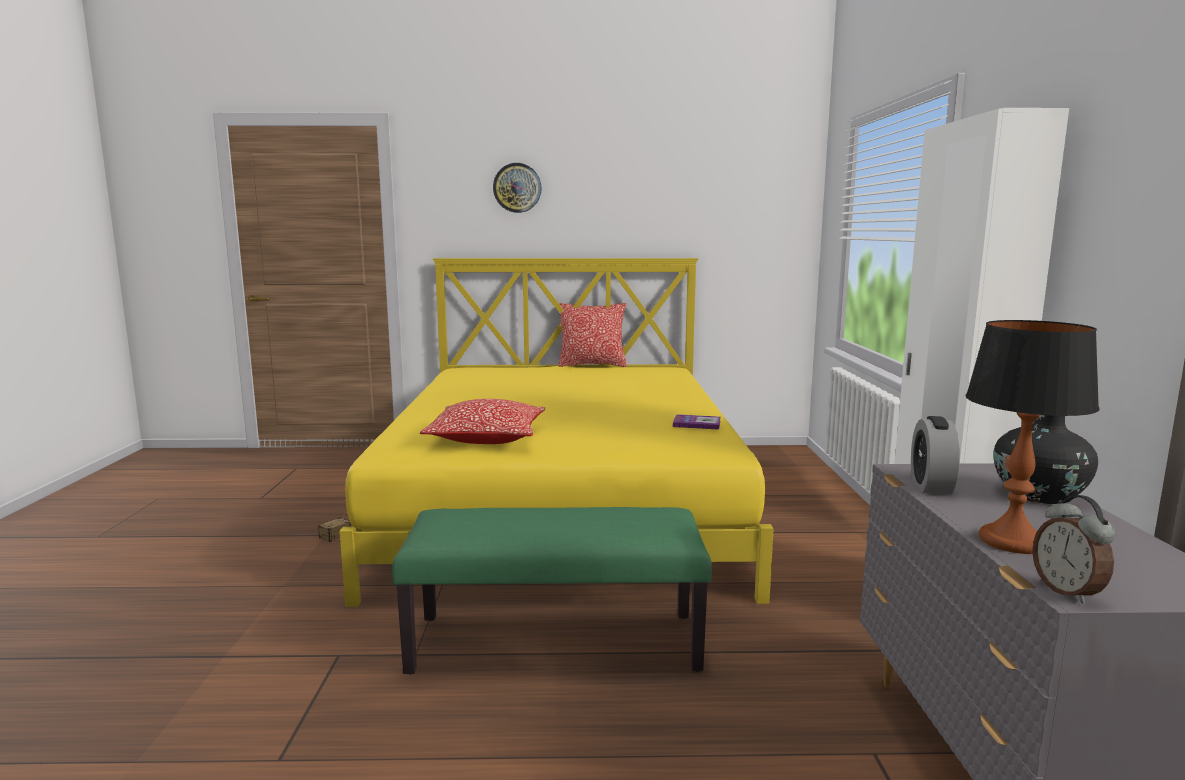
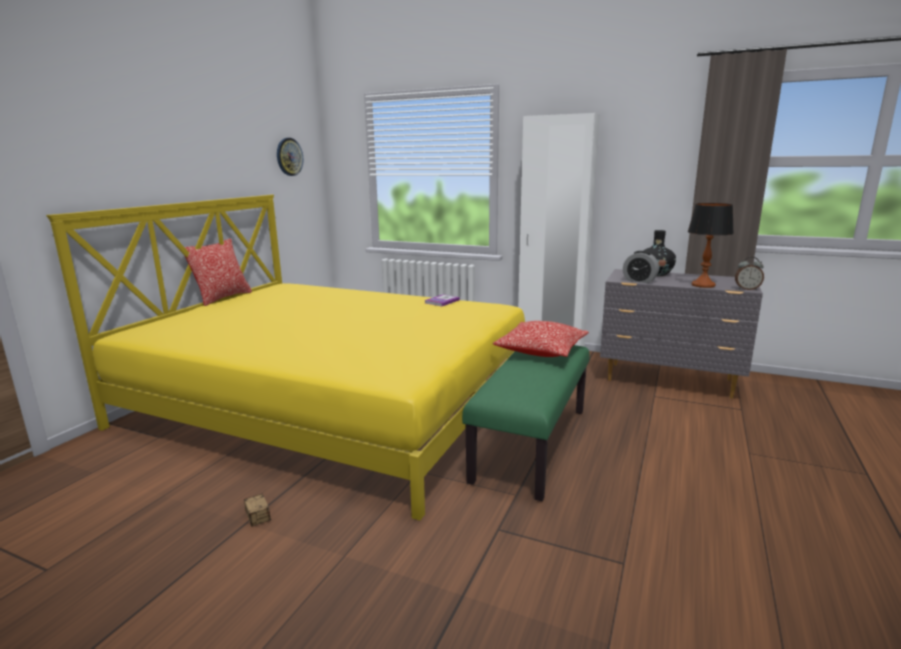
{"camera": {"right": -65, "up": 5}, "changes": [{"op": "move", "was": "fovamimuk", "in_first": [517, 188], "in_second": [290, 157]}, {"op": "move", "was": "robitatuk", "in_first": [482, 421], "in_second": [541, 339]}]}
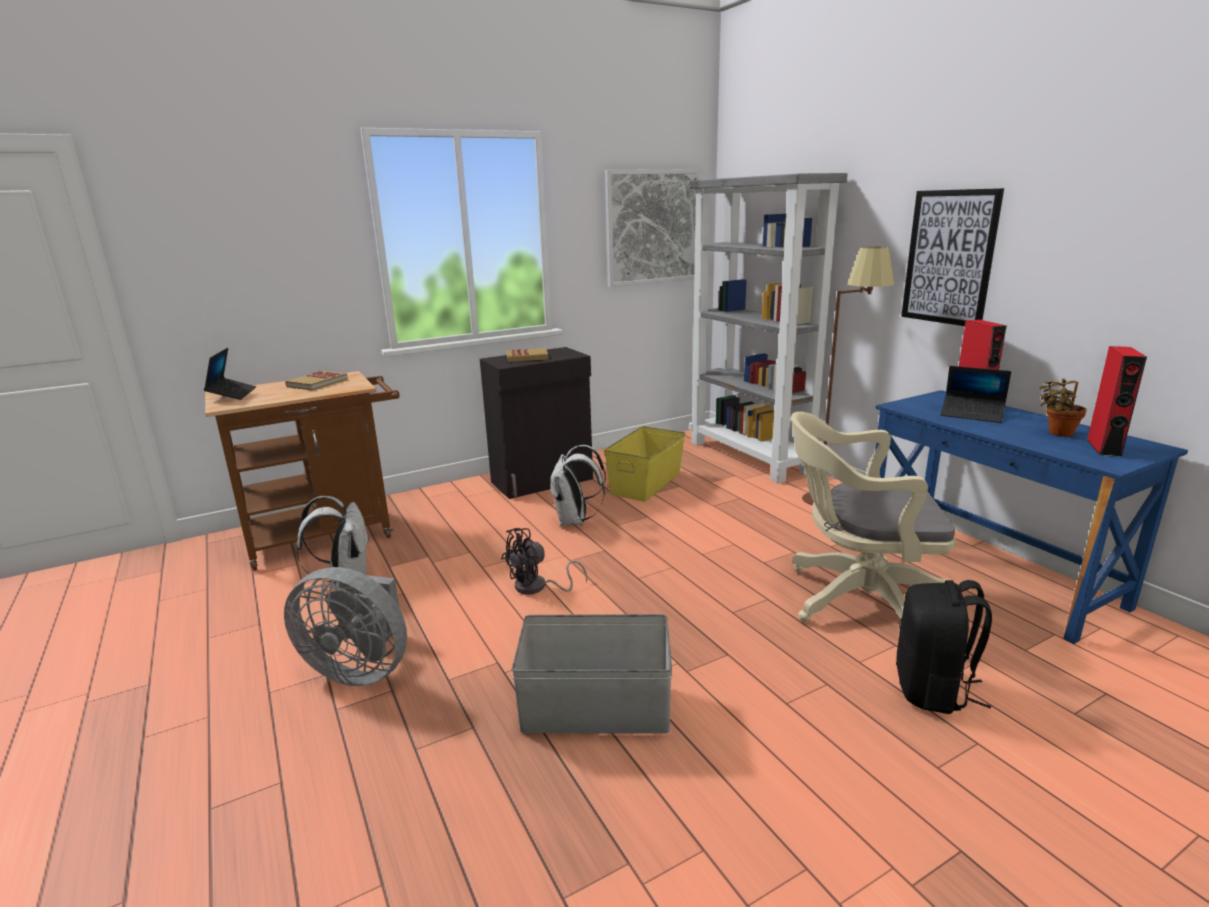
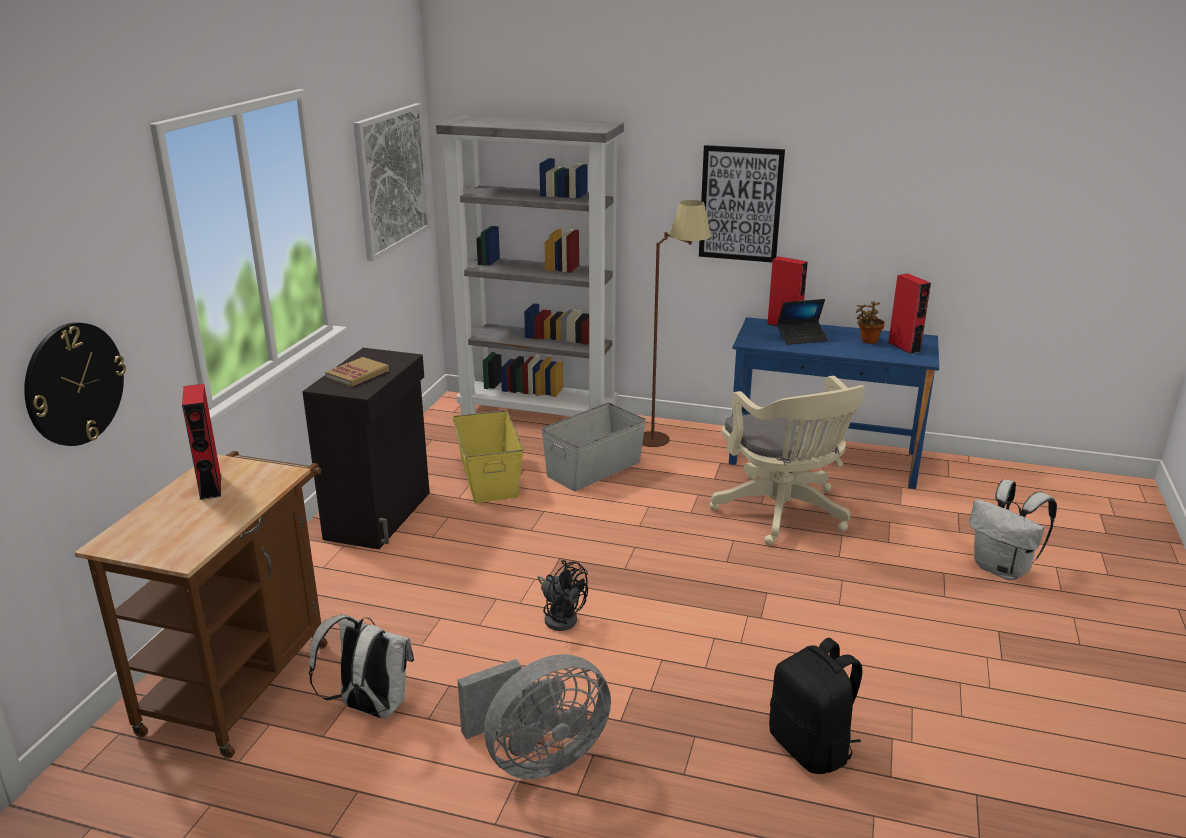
{"camera": {"right": -45, "up": 5}, "changes": [{"op": "insert", "now": "fovamimuk", "in_second": [75, 384]}, {"op": "replace", "was": "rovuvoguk", "now": "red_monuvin", "in_first": [316, 380], "in_second": [201, 442]}, {"op": "rotate", "was": "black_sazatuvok", "in_first": [544, 561], "in_second": [562, 595], "clockwise": -60}, {"op": "move", "was": "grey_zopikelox", "in_first": [592, 673], "in_second": [594, 447]}, {"op": "rotate", "was": "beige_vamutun", "in_first": [874, 517], "in_second": [787, 460], "clockwise": -75}, {"op": "move", "was": "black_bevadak", "in_first": [944, 647], "in_second": [816, 706]}, {"op": "move", "was": "white_bevadak", "in_first": [577, 485], "in_second": [1013, 530]}, {"op": "delete", "was": "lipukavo", "in_first": [230, 374]}]}
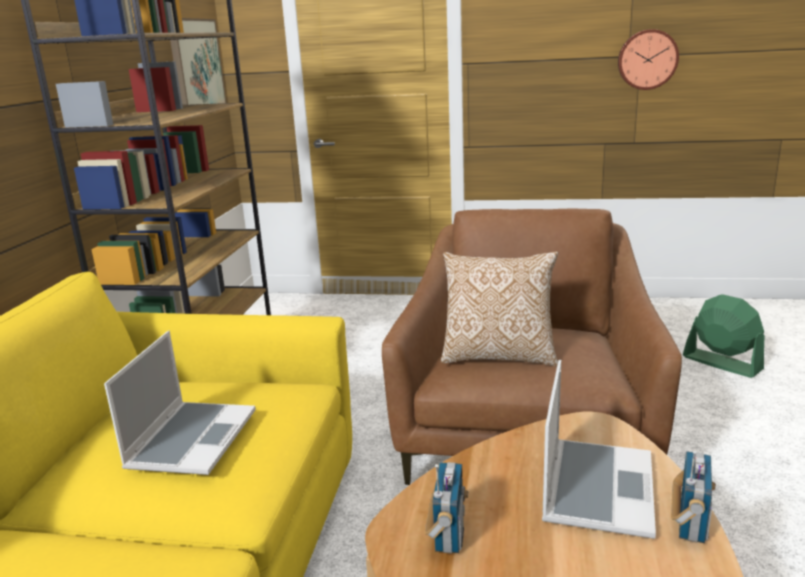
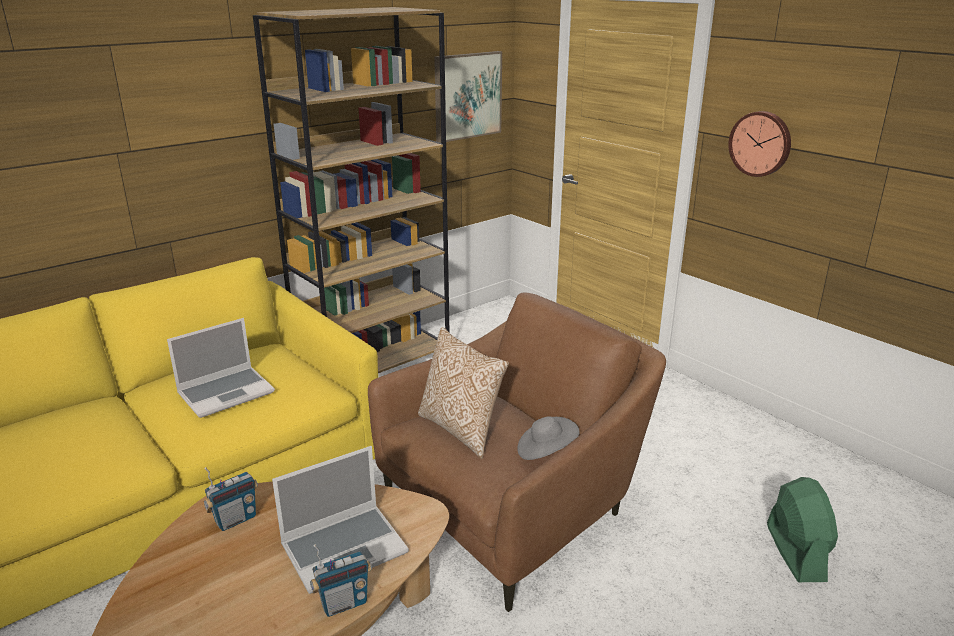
{"camera": {"right": 40, "up": 5}, "changes": [{"op": "insert", "now": "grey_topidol", "in_second": [548, 438]}, {"op": "move", "was": "fovamimuk", "in_first": [648, 59], "in_second": [759, 144]}]}
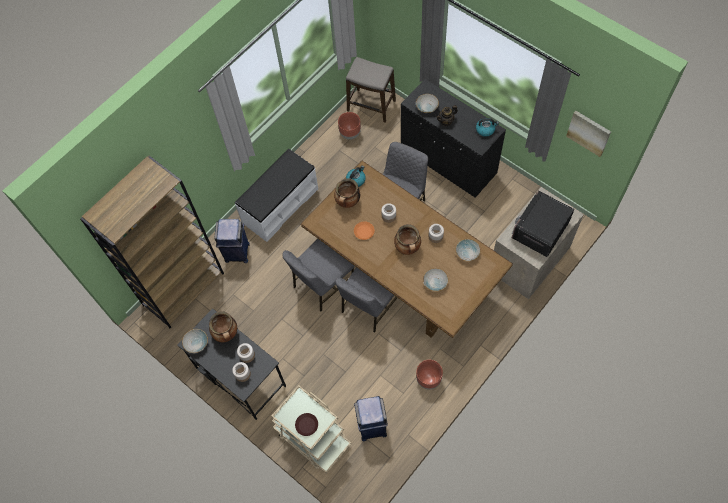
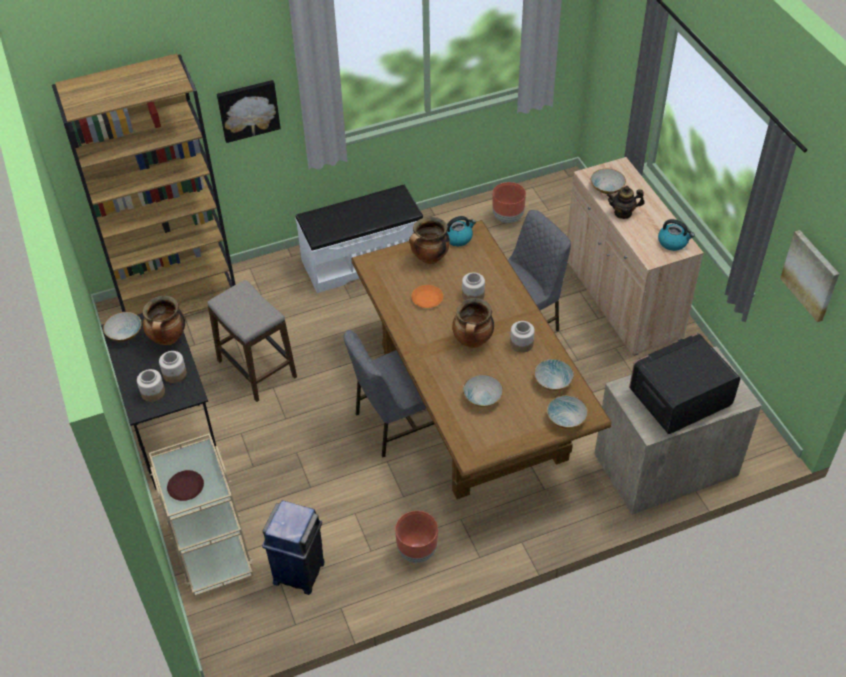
{"camera": {"right": 25, "up": -15}, "changes": [{"op": "move", "was": "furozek", "in_first": [371, 90], "in_second": [252, 341]}, {"op": "insert", "now": "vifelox", "in_second": [249, 111]}, {"op": "insert", "now": "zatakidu", "in_second": [567, 412]}, {"op": "recolor", "was": "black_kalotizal", "now": "beige_kalotizal", "in_first": [453, 138], "in_second": [635, 256]}, {"op": "delete", "was": "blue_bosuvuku", "in_first": [231, 241]}, {"op": "delete", "was": "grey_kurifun", "in_first": [318, 275]}]}
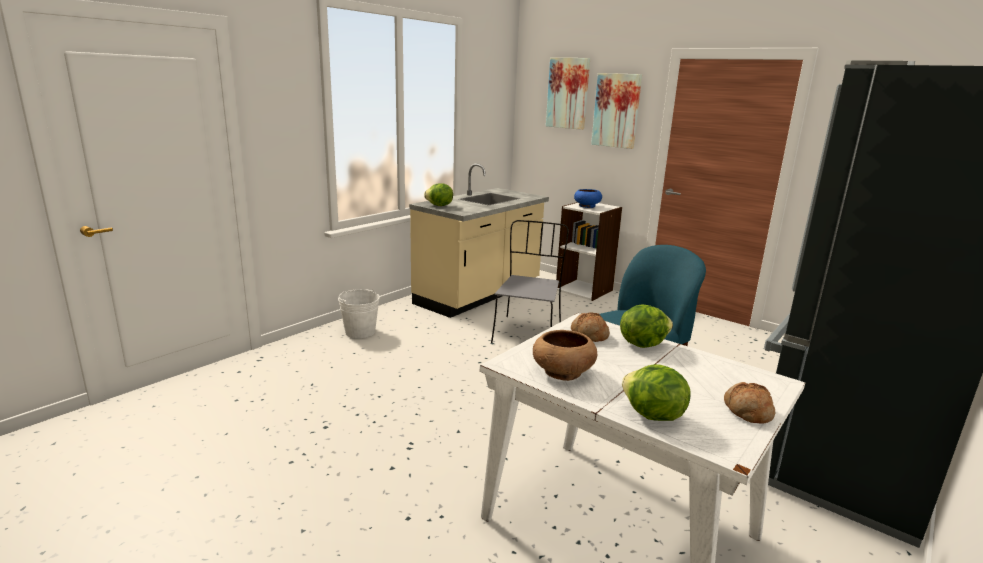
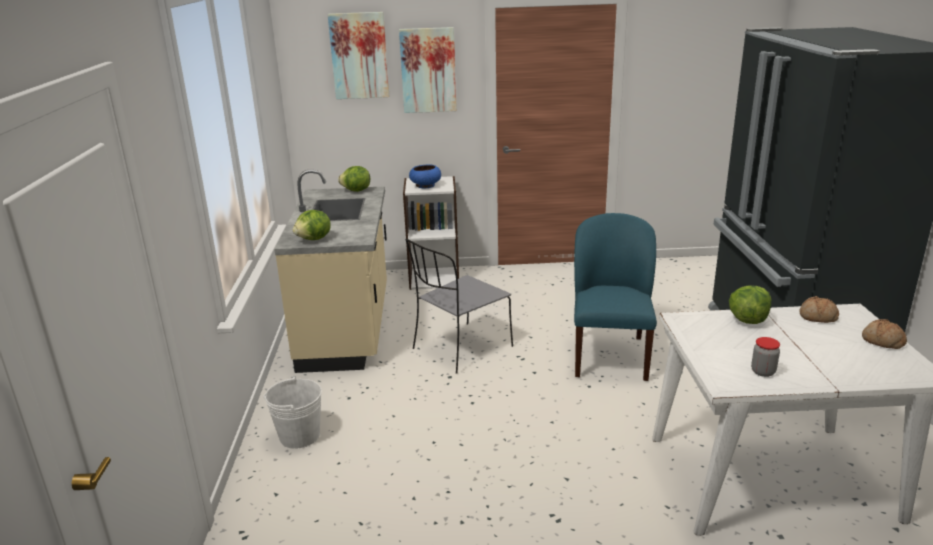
{"camera": {"right": -40, "up": 5}, "changes": [{"op": "move", "was": "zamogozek", "in_first": [656, 392], "in_second": [354, 179]}, {"op": "rotate", "was": "grey_kurifun", "in_first": [530, 281], "in_second": [459, 306], "clockwise": -105}, {"op": "replace", "was": "brown_zatakidu", "now": "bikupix", "in_first": [565, 355], "in_second": [765, 357]}, {"op": "move", "was": "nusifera", "in_first": [590, 327], "in_second": [819, 309]}]}
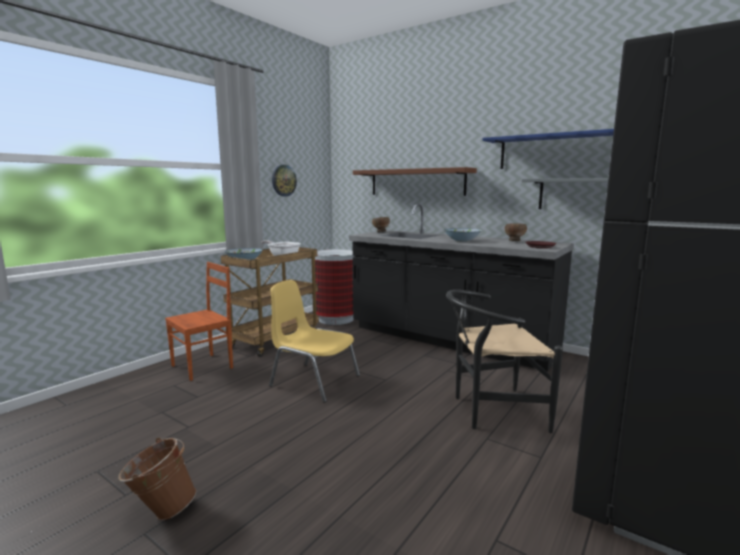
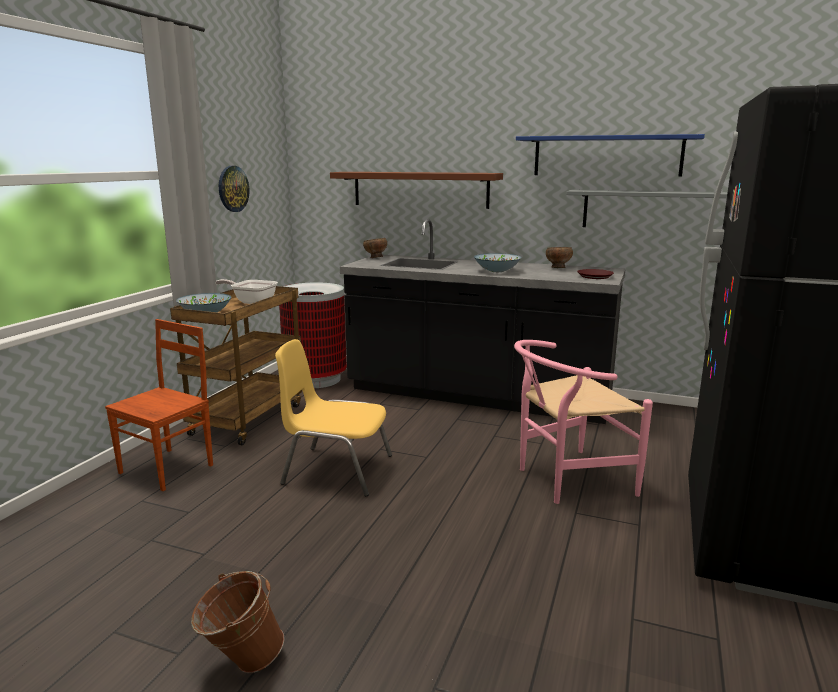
{"camera": {"right": -15, "up": 5}, "changes": [{"op": "recolor", "was": "black_kurifun", "now": "pink_kurifun", "in_first": [504, 361], "in_second": [583, 422]}]}
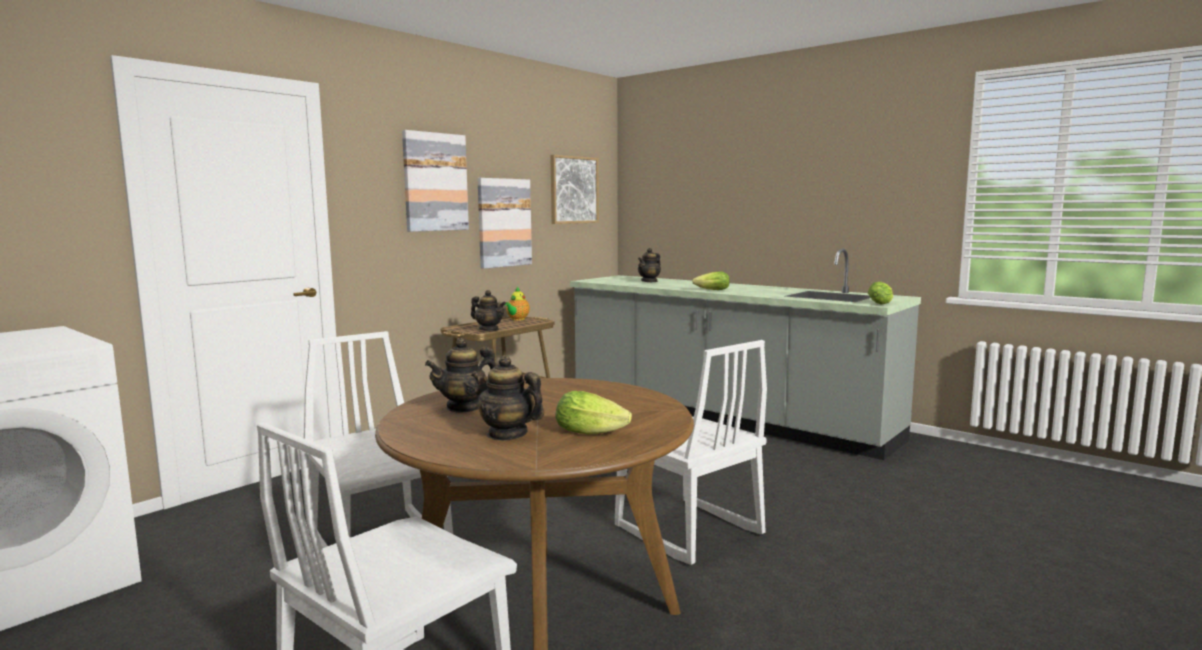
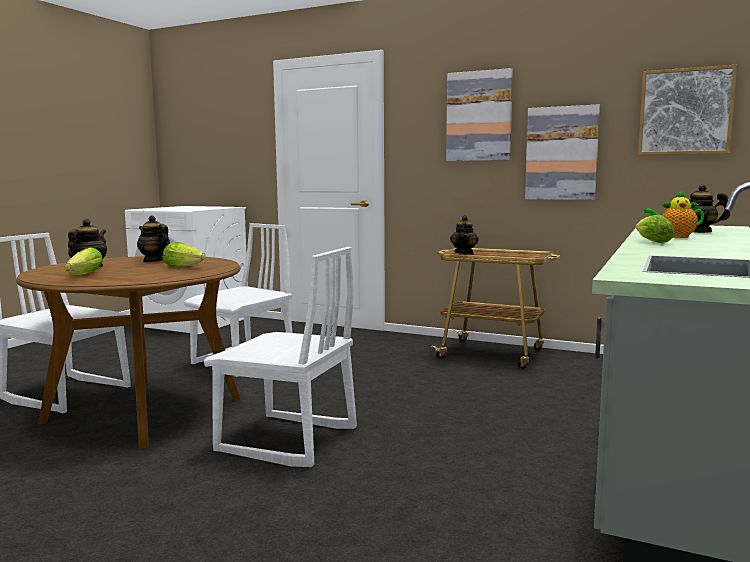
{"camera": {"right": 75, "up": 0}, "changes": [{"op": "move", "was": "zamogozek", "in_first": [880, 293], "in_second": [183, 254]}, {"op": "rotate", "was": "white_kurifun", "in_first": [691, 452], "in_second": [280, 357], "clockwise": -105}, {"op": "move", "was": "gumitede", "in_first": [517, 304], "in_second": [673, 214]}]}
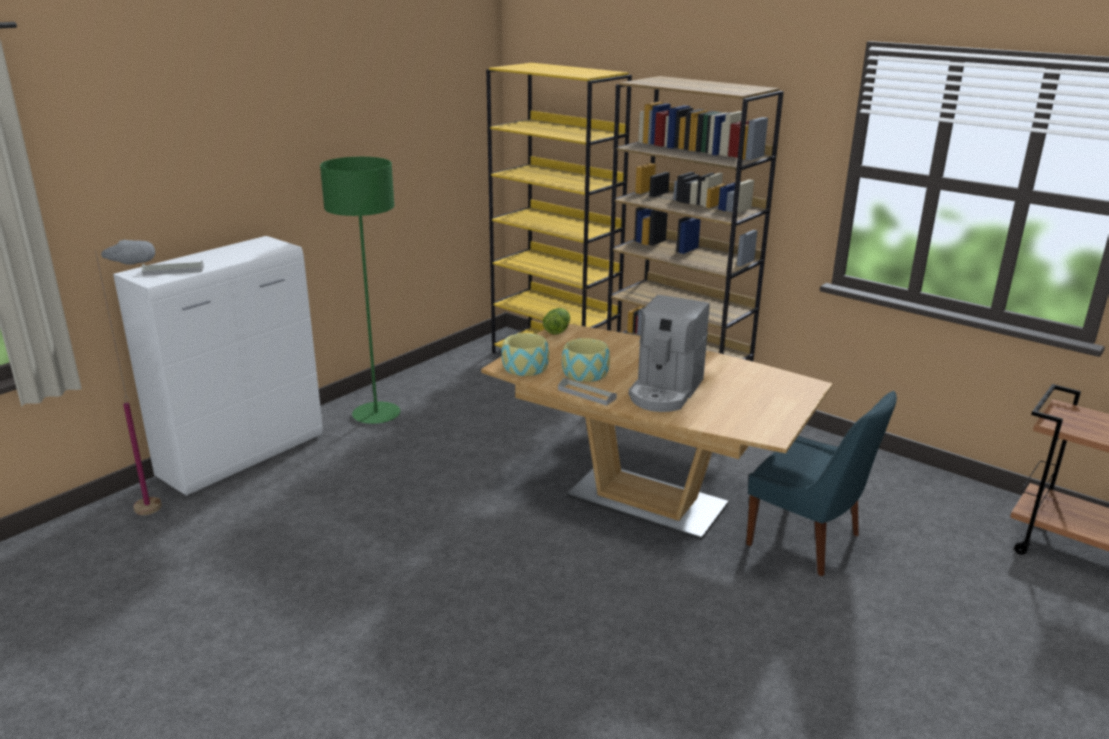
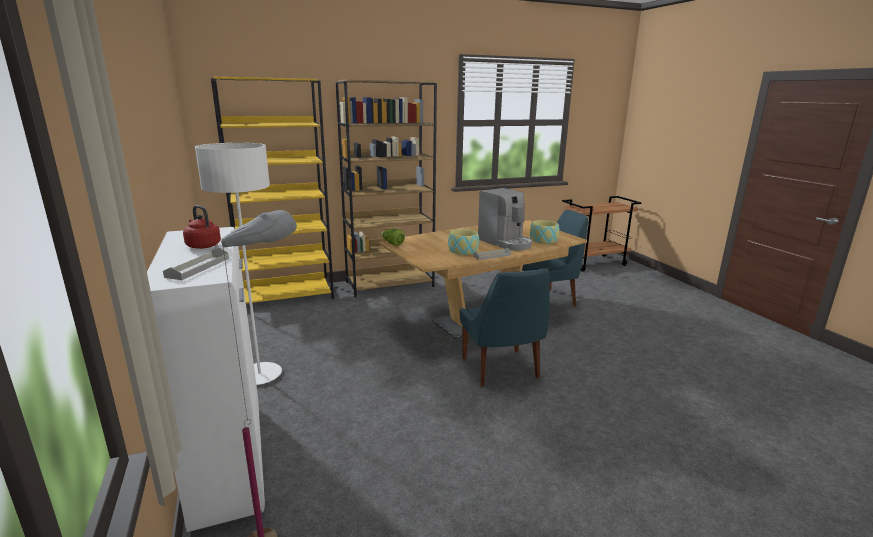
{"camera": {"right": -60, "up": -5}, "changes": [{"op": "insert", "now": "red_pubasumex", "in_second": [202, 227]}, {"op": "recolor", "was": "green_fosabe", "now": "white_fosabe", "in_first": [360, 290], "in_second": [238, 264]}, {"op": "insert", "now": "blue_kurifun", "in_second": [504, 327]}, {"op": "move", "was": "zatakidu", "in_first": [525, 354], "in_second": [544, 232]}]}
